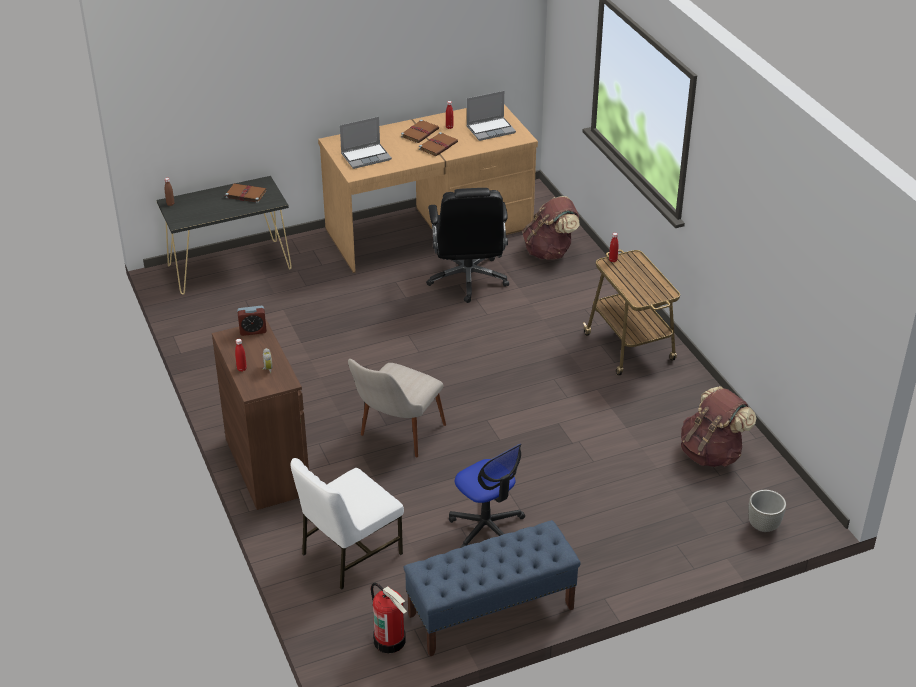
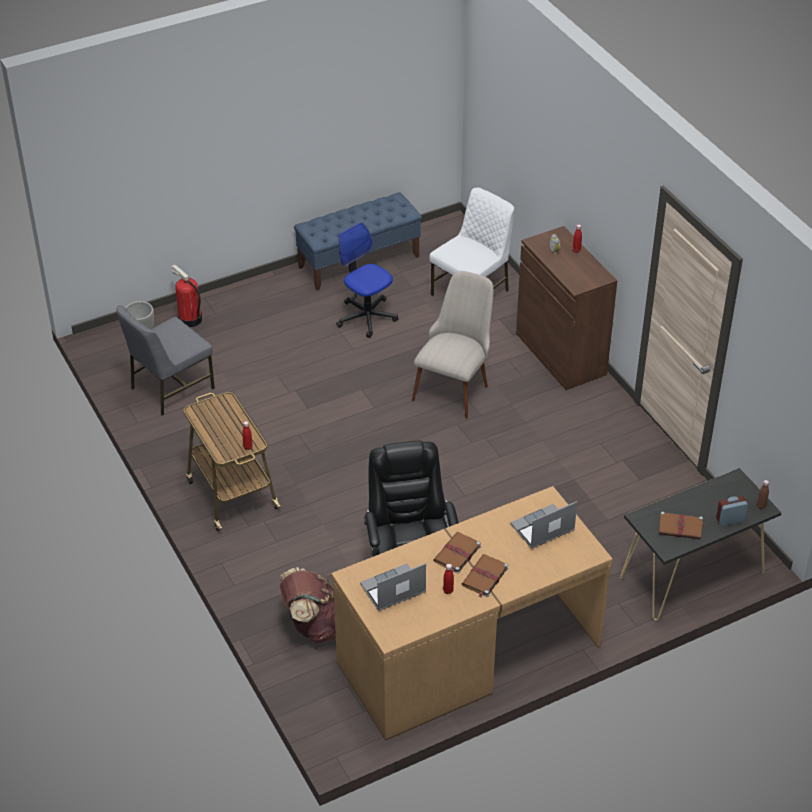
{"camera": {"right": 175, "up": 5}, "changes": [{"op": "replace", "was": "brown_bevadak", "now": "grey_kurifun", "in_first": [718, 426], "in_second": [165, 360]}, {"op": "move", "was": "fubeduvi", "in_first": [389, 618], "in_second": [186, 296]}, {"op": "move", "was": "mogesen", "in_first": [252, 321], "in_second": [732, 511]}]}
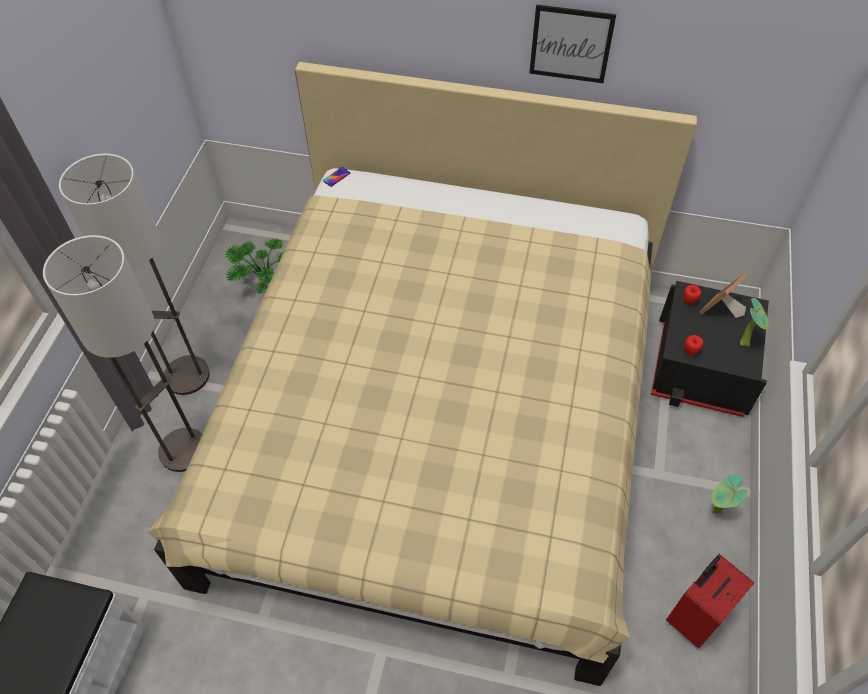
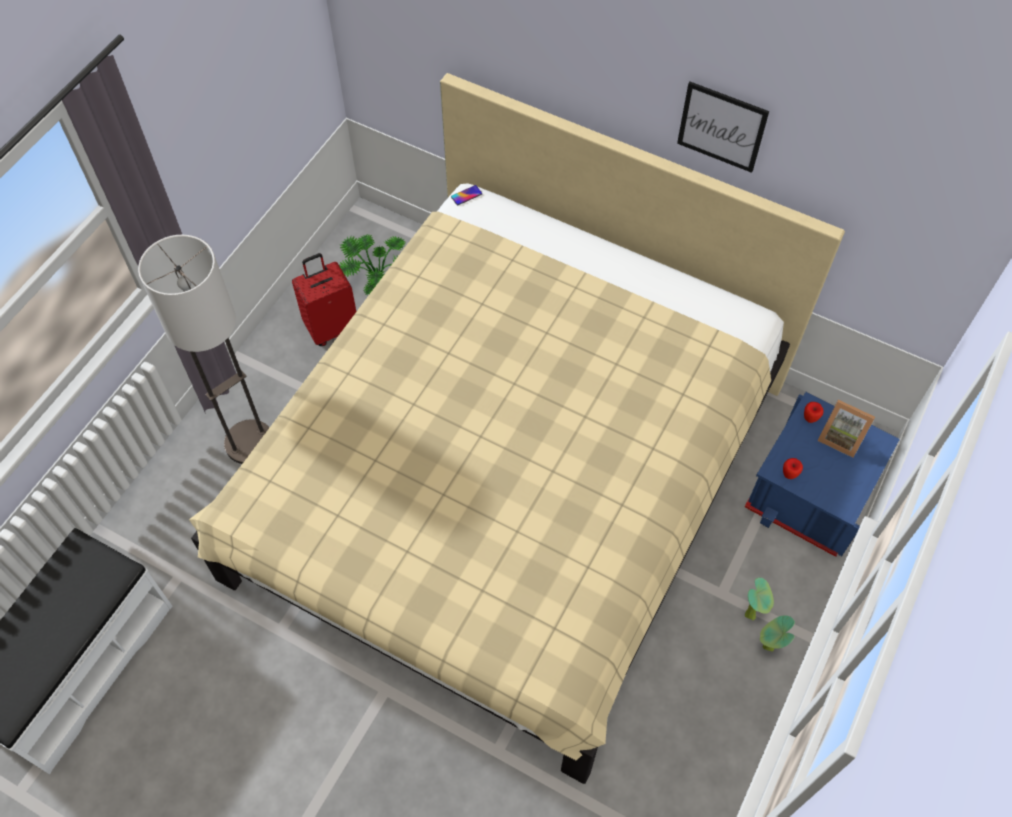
{"camera": {"right": 15, "up": 5}, "changes": [{"op": "move", "was": "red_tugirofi", "in_first": [710, 601], "in_second": [324, 299]}, {"op": "recolor", "was": "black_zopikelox", "now": "blue_zopikelox", "in_first": [710, 349], "in_second": [822, 474]}, {"op": "move", "was": "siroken", "in_first": [754, 322], "in_second": [759, 598]}, {"op": "rotate", "was": "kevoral", "in_first": [723, 295], "in_second": [846, 429], "clockwise": -120}, {"op": "delete", "was": "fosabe", "in_first": [134, 274]}]}
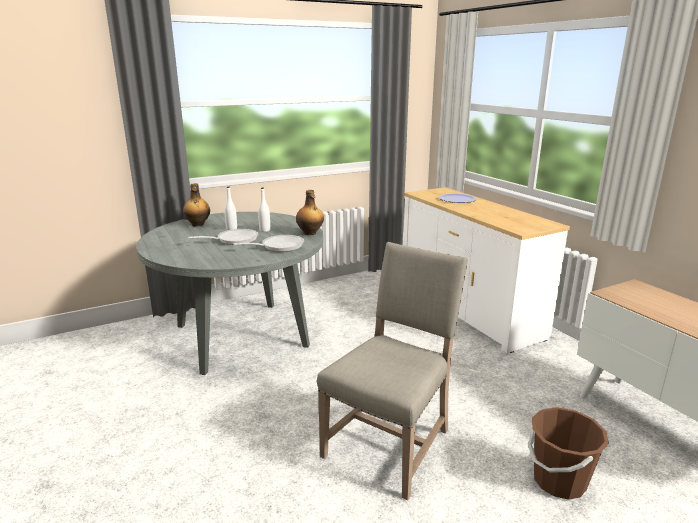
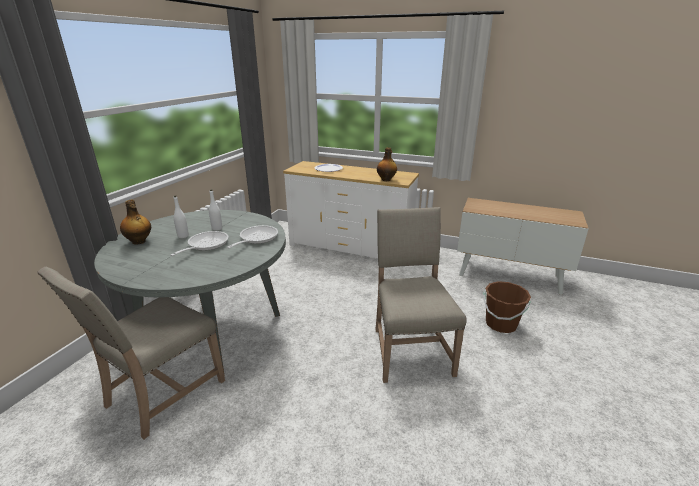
{"camera": {"right": -40, "up": 5}, "changes": [{"op": "insert", "now": "beige_kurifun", "in_second": [131, 353]}, {"op": "move", "was": "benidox", "in_first": [310, 212], "in_second": [387, 164]}]}
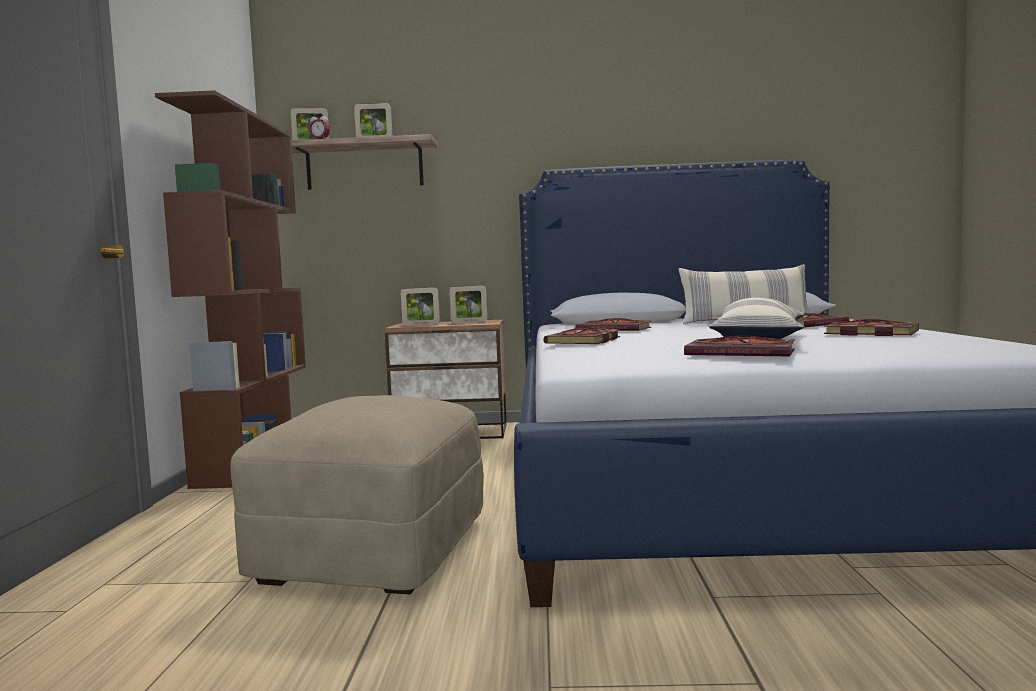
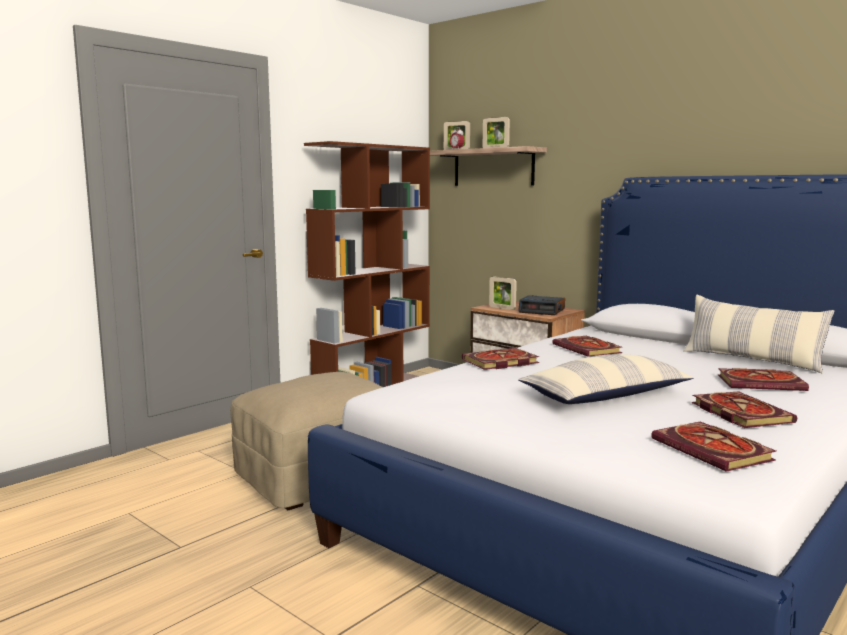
{"camera": {"right": 40, "up": 5}, "changes": [{"op": "replace", "was": "kevoral", "now": "mogesen", "in_first": [468, 304], "in_second": [541, 305]}, {"op": "move", "was": "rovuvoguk", "in_first": [739, 346], "in_second": [713, 447]}]}
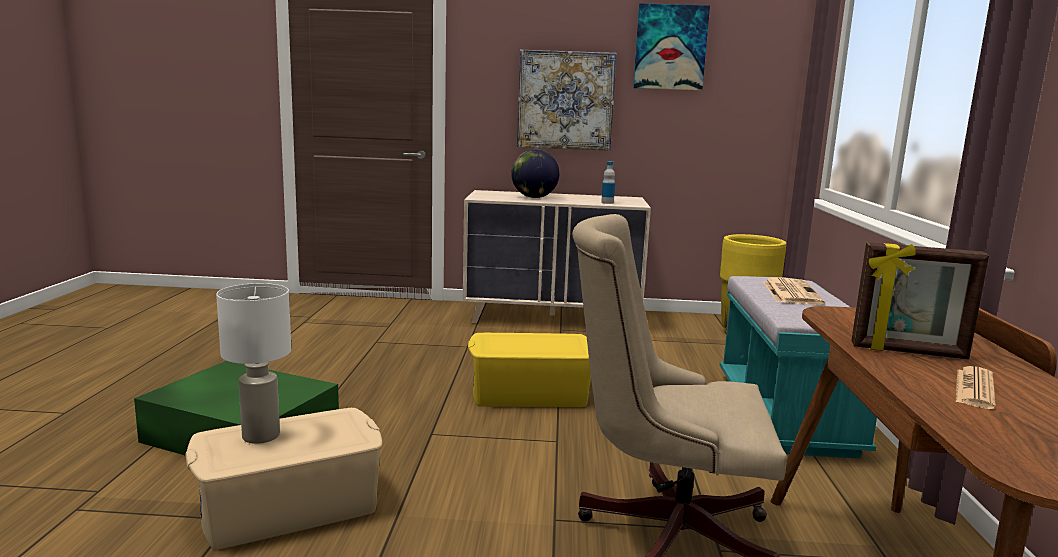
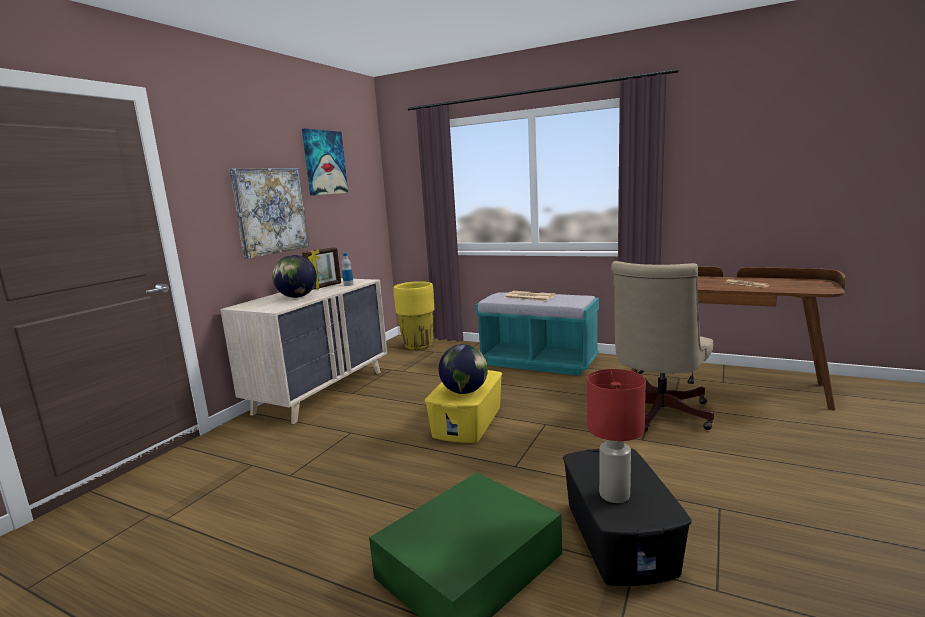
{"camera": {"right": -65, "up": 0}, "changes": [{"op": "move", "was": "kevoral", "in_first": [920, 300], "in_second": [321, 268]}, {"op": "insert", "now": "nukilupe", "in_second": [463, 369]}, {"op": "recolor", "was": "beige_zopikelox", "now": "black_zopikelox", "in_first": [283, 479], "in_second": [627, 517]}, {"op": "recolor", "was": "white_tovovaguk", "now": "red_tovovaguk", "in_first": [253, 363], "in_second": [616, 436]}]}
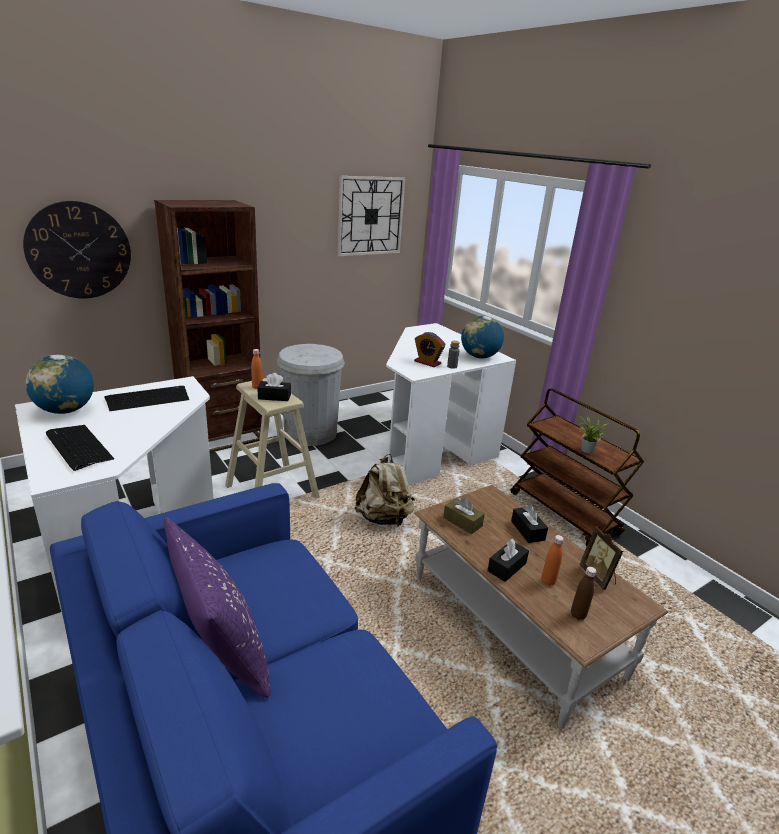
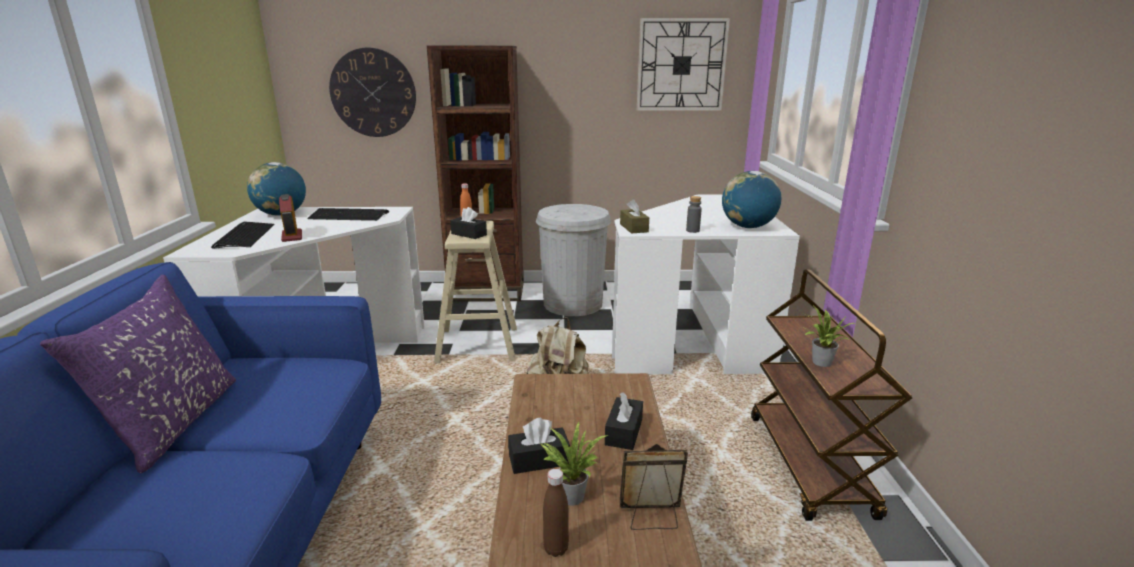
{"camera": {"right": 35, "up": -5}, "changes": [{"op": "move", "was": "mogesen", "in_first": [429, 349], "in_second": [290, 218]}, {"op": "replace", "was": "orange_benidox", "now": "siroken", "in_first": [553, 560], "in_second": [574, 464]}, {"op": "move", "was": "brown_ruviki", "in_first": [464, 515], "in_second": [634, 216]}, {"op": "rotate", "was": "kevoral", "in_first": [601, 558], "in_second": [654, 487], "clockwise": 75}]}
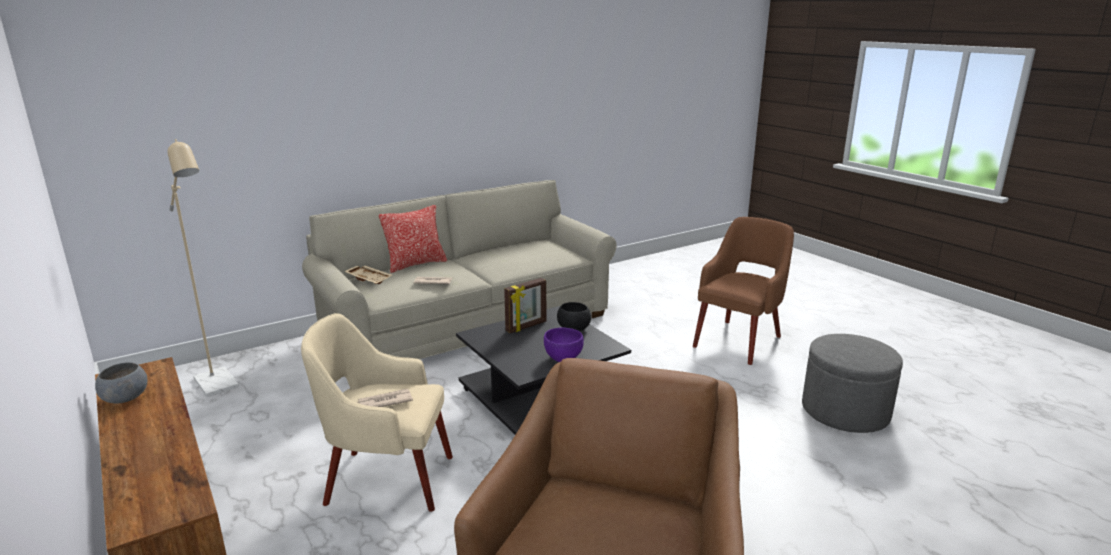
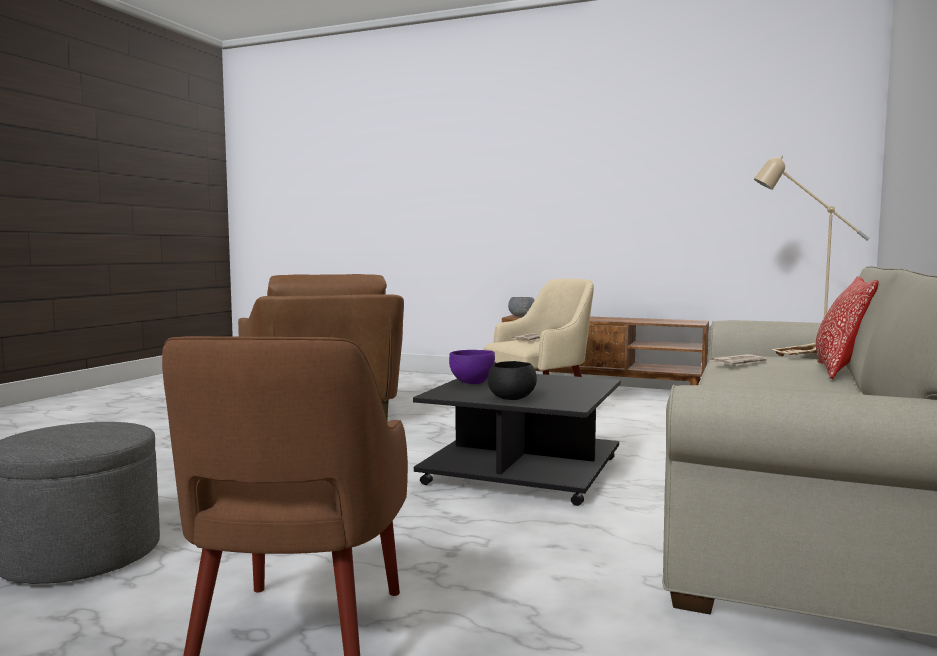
{"camera": {"right": 145, "up": -15}, "changes": [{"op": "move", "was": "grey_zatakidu", "in_first": [121, 383], "in_second": [521, 307]}, {"op": "delete", "was": "kevoral", "in_first": [525, 305]}]}
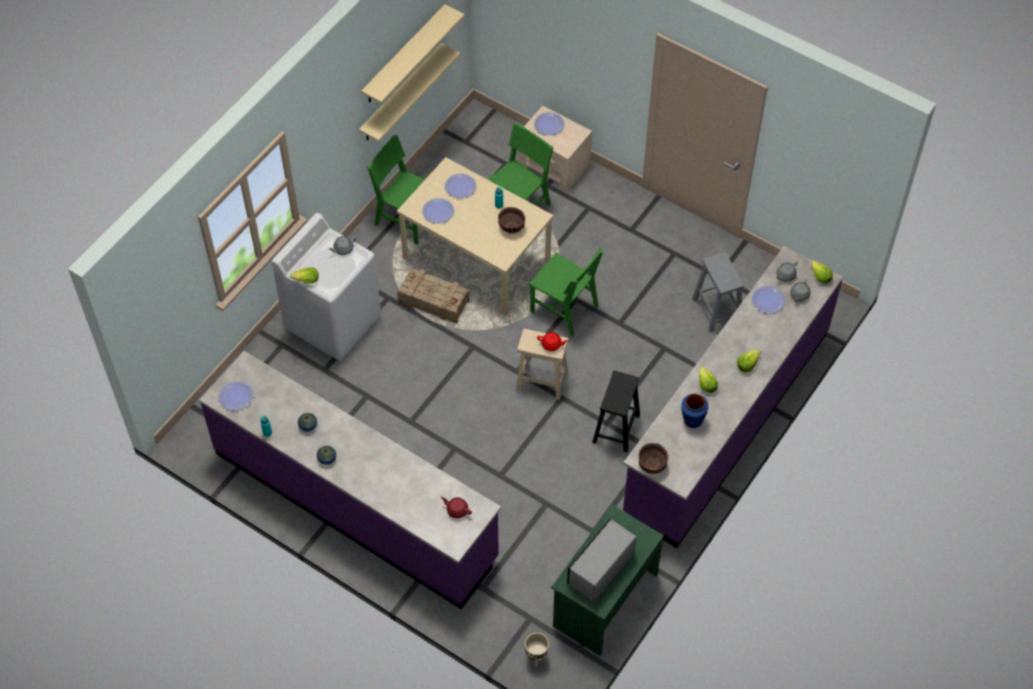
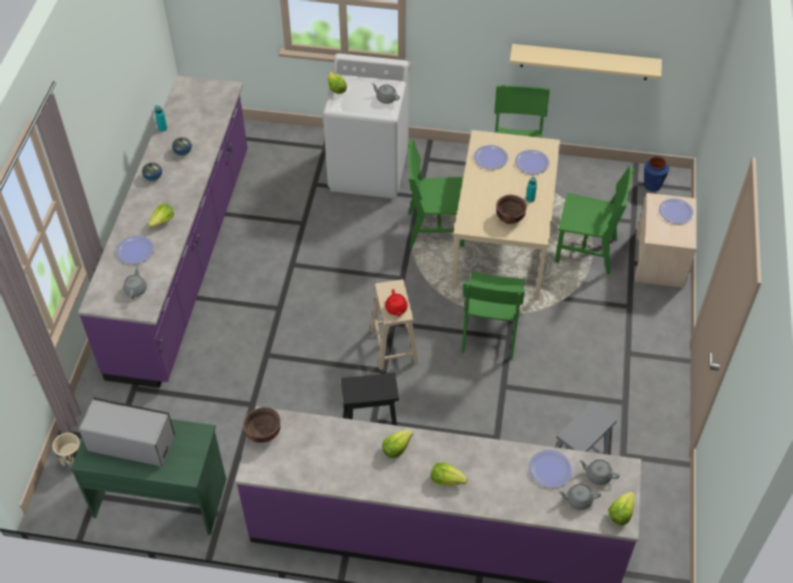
{"camera": {"right": 65, "up": -5}, "changes": [{"op": "move", "was": "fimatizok", "in_first": [235, 396], "in_second": [135, 250]}, {"op": "recolor", "was": "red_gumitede", "now": "grey_gumitede", "in_first": [456, 508], "in_second": [135, 282]}, {"op": "insert", "now": "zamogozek", "in_second": [161, 216]}, {"op": "replace", "was": "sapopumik", "now": "green_kurifun", "in_first": [433, 295], "in_second": [436, 193]}, {"op": "move", "was": "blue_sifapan", "in_first": [694, 411], "in_second": [656, 173]}, {"op": "delete", "was": "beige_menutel", "in_first": [413, 54]}]}
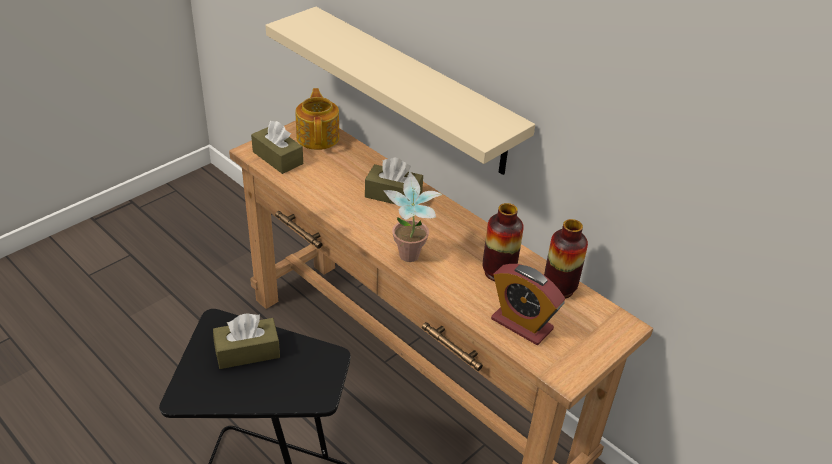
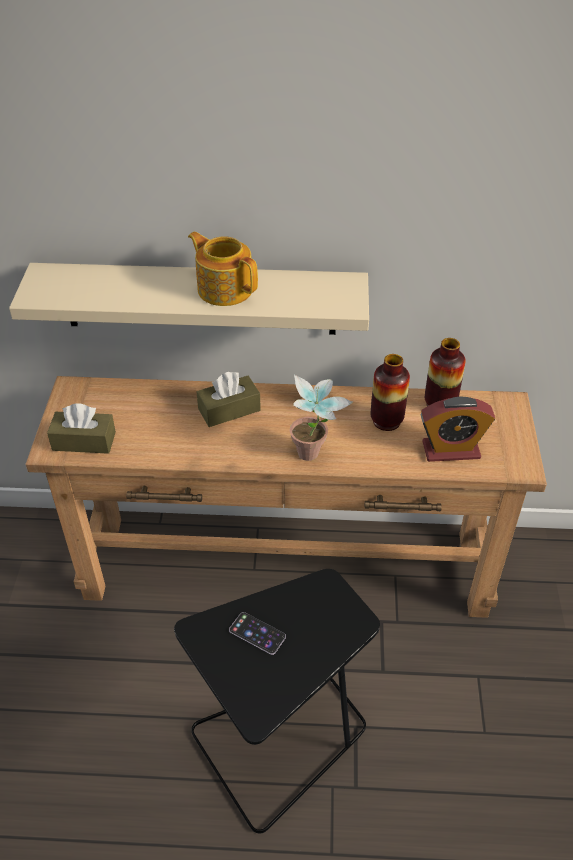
{"camera": {"right": -40, "up": 5}, "changes": [{"op": "move", "was": "gumitede", "in_first": [318, 119], "in_second": [223, 269]}, {"op": "replace", "was": "brown_ruviki", "now": "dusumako", "in_first": [246, 341], "in_second": [257, 633]}]}
